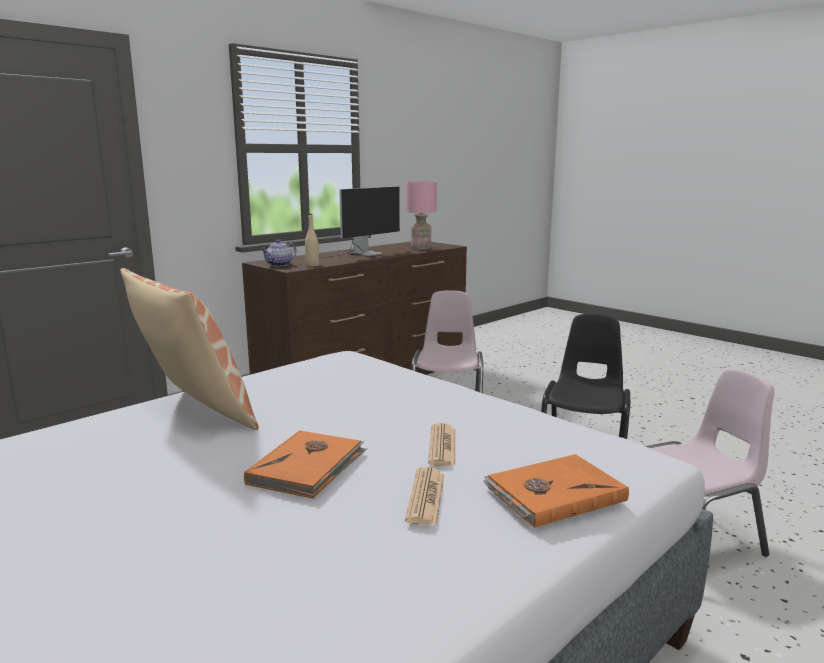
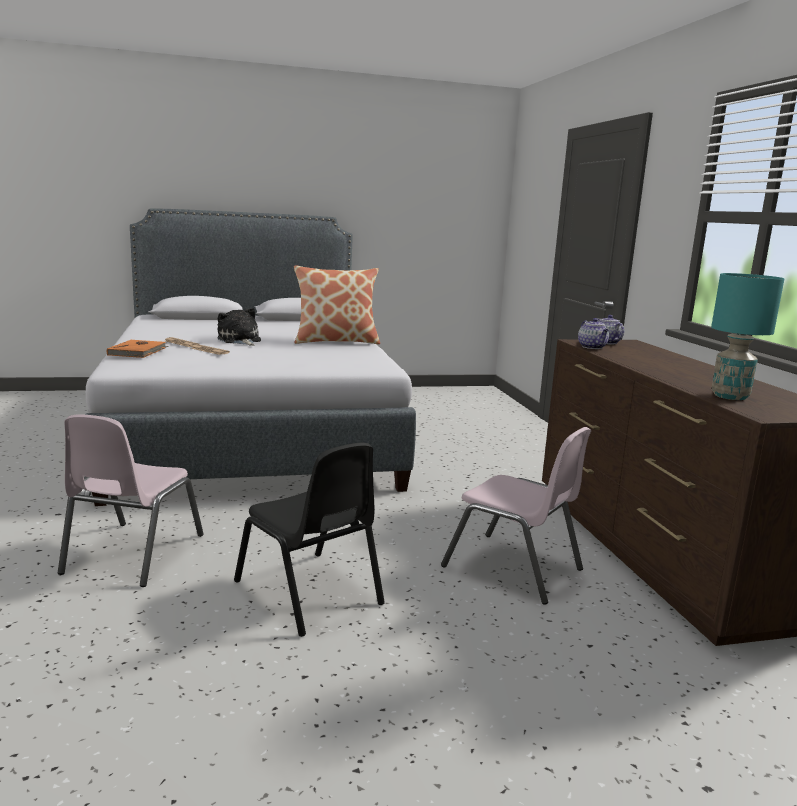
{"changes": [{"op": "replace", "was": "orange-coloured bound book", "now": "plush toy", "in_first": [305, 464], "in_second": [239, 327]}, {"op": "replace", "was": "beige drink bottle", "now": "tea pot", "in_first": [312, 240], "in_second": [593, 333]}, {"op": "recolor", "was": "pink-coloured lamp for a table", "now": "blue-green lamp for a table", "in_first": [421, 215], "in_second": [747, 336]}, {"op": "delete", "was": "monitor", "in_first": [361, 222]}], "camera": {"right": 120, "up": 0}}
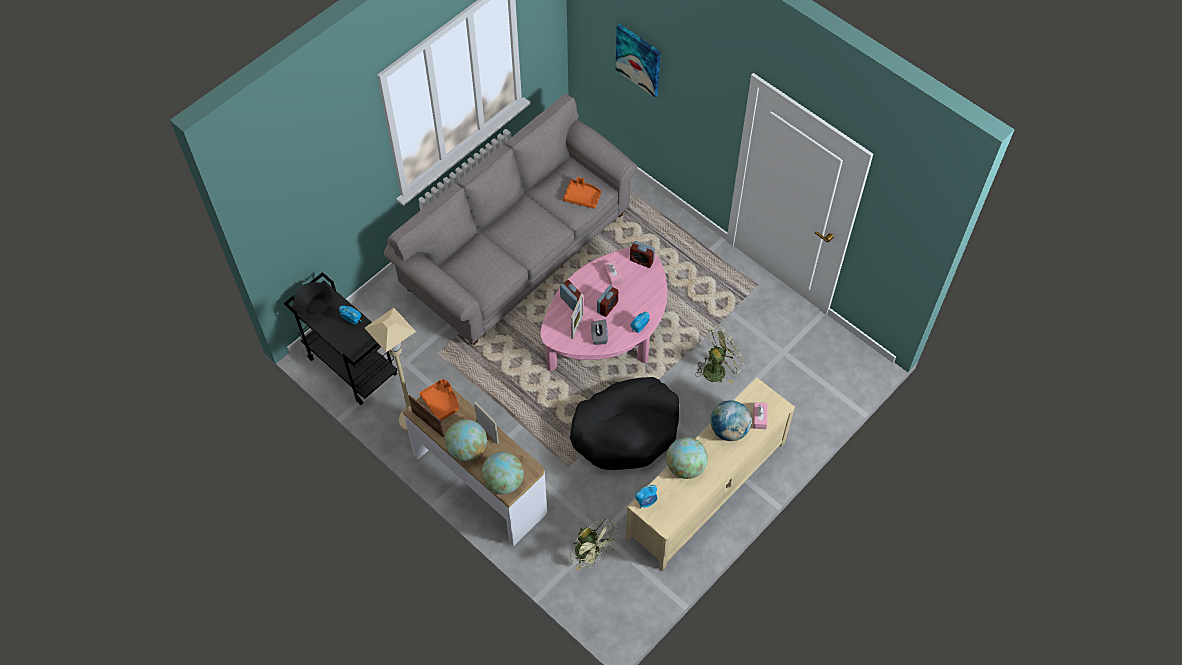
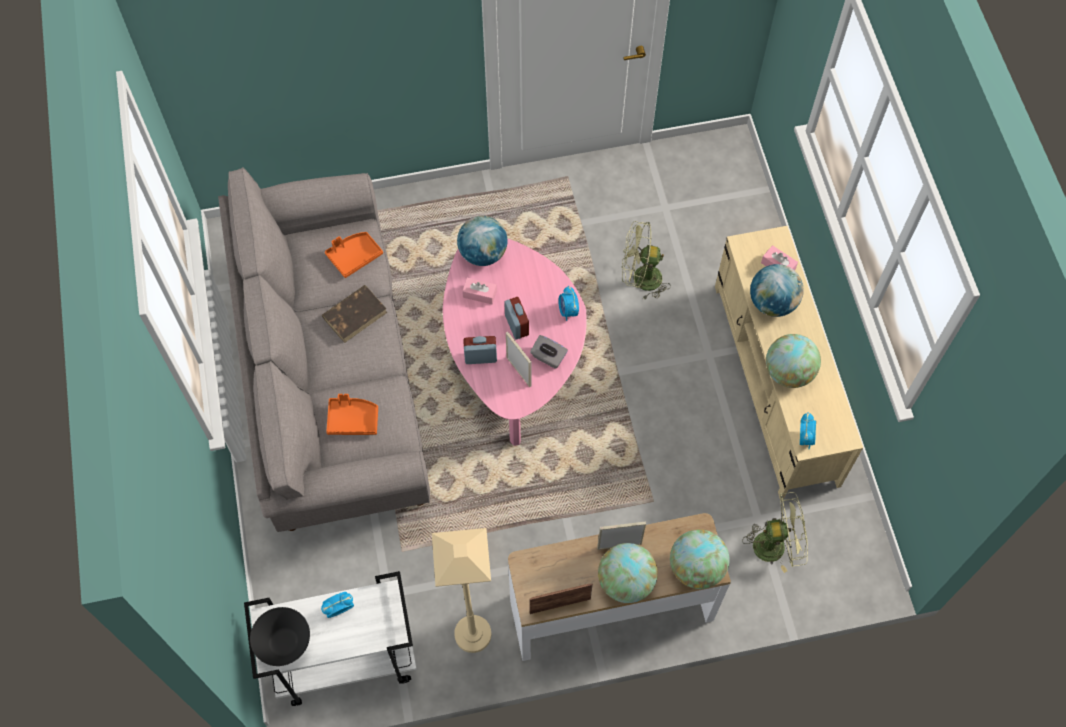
{"changes": [{"op": "recolor", "was": "black-coloured wheeled cart", "now": "whitish wheeled cart", "in_first": [341, 338], "in_second": [330, 638]}, {"op": "insert", "now": "brown-coloured bound book", "in_second": [354, 314]}, {"op": "move", "was": "orange-coloured tray", "in_first": [439, 400], "in_second": [352, 414]}, {"op": "replace", "was": "table clock", "now": "desk globe", "in_first": [642, 254], "in_second": [482, 241]}, {"op": "rotate", "was": "green fan", "in_first": [720, 355], "in_second": [646, 260], "clockwise": -90}, {"op": "delete", "was": "black-coloured dog bed", "in_first": [624, 423]}, {"op": "delete", "was": "wall art", "in_first": [638, 60]}], "camera": {"right": -55, "up": 5}}
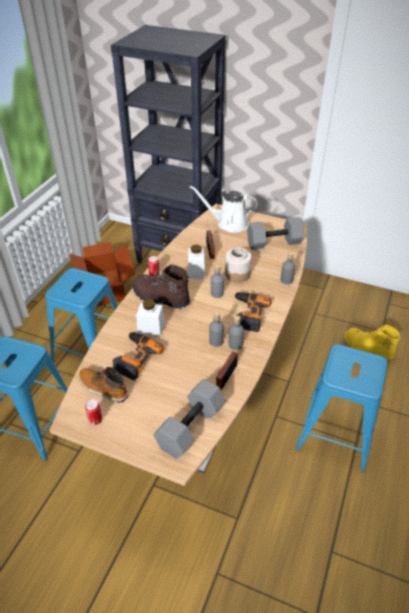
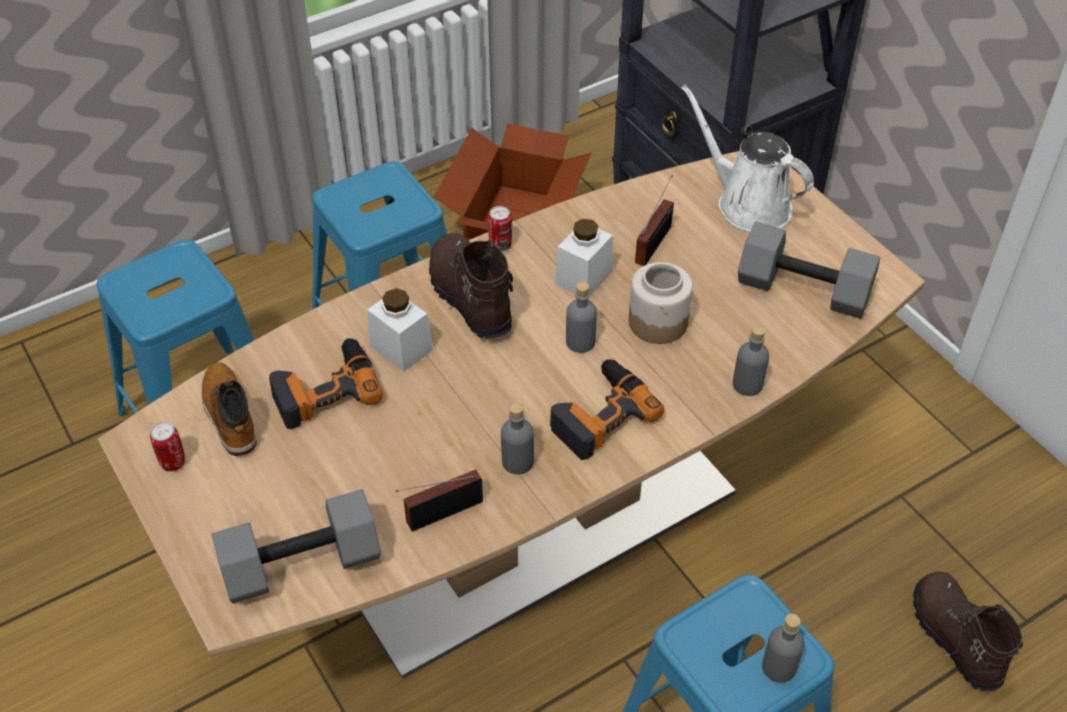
{"changes": [{"op": "move", "was": "greyish drink bottle", "in_first": [216, 329], "in_second": [783, 648]}, {"op": "recolor", "was": "yellow-coloured high-top boot", "now": "brown-coloured high-top boot", "in_first": [372, 342], "in_second": [968, 632]}], "camera": {"right": 35, "up": 5}}
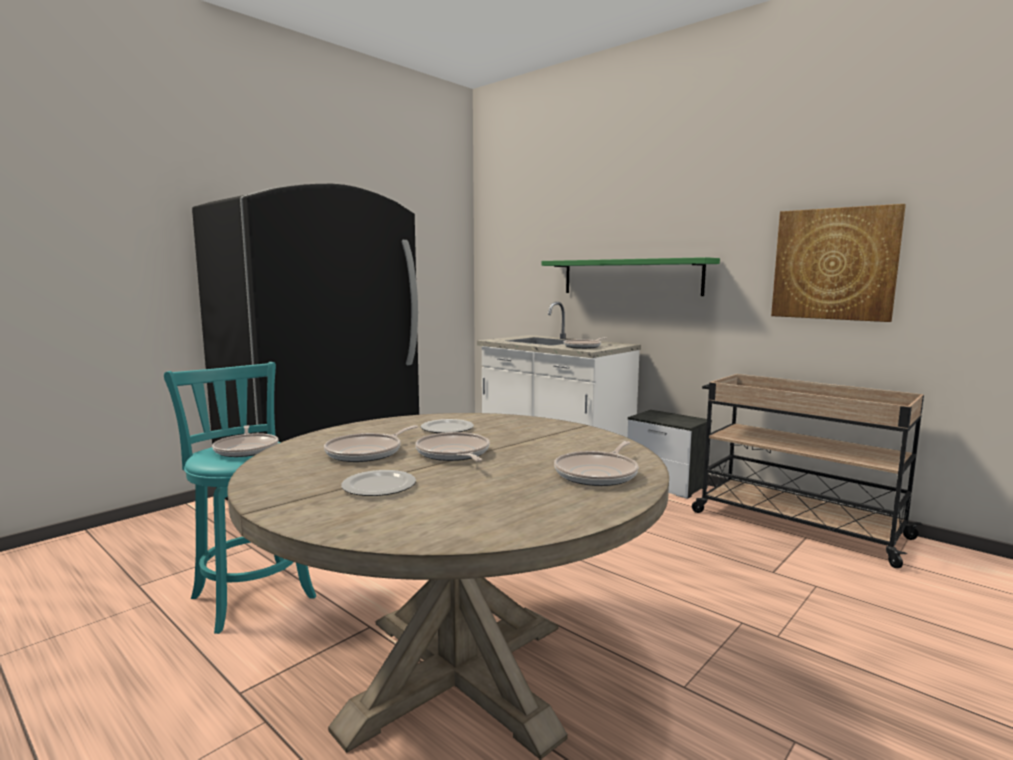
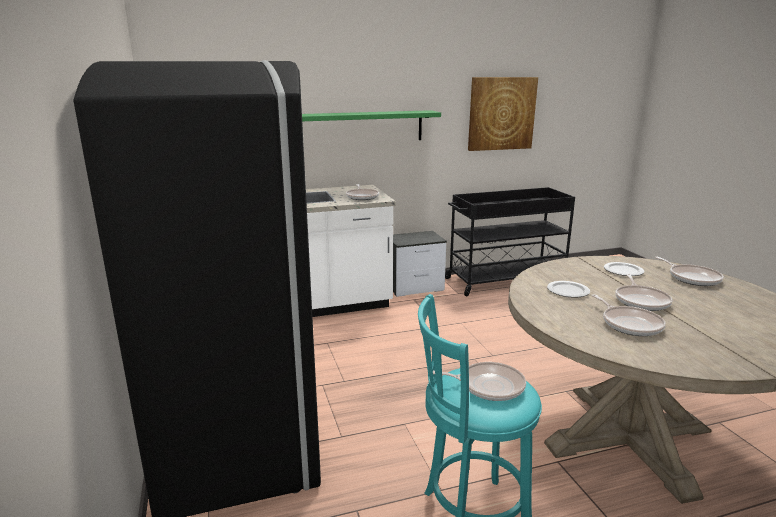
{"changes": [{"op": "recolor", "was": "beige wheeled cart", "now": "black-coloured wheeled cart", "in_first": [808, 471], "in_second": [510, 241]}, {"op": "move", "was": "flat dish", "in_first": [378, 483], "in_second": [624, 269]}, {"op": "rotate", "was": "pan", "in_first": [452, 447], "in_second": [644, 292], "clockwise": -90}], "camera": {"right": -60, "up": 10}}
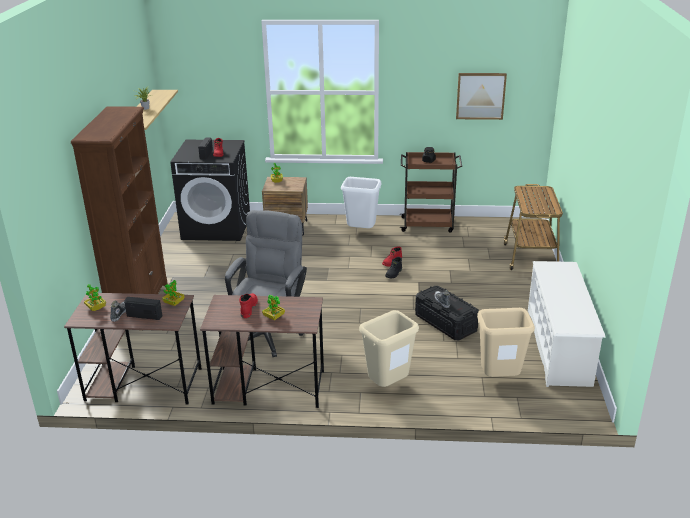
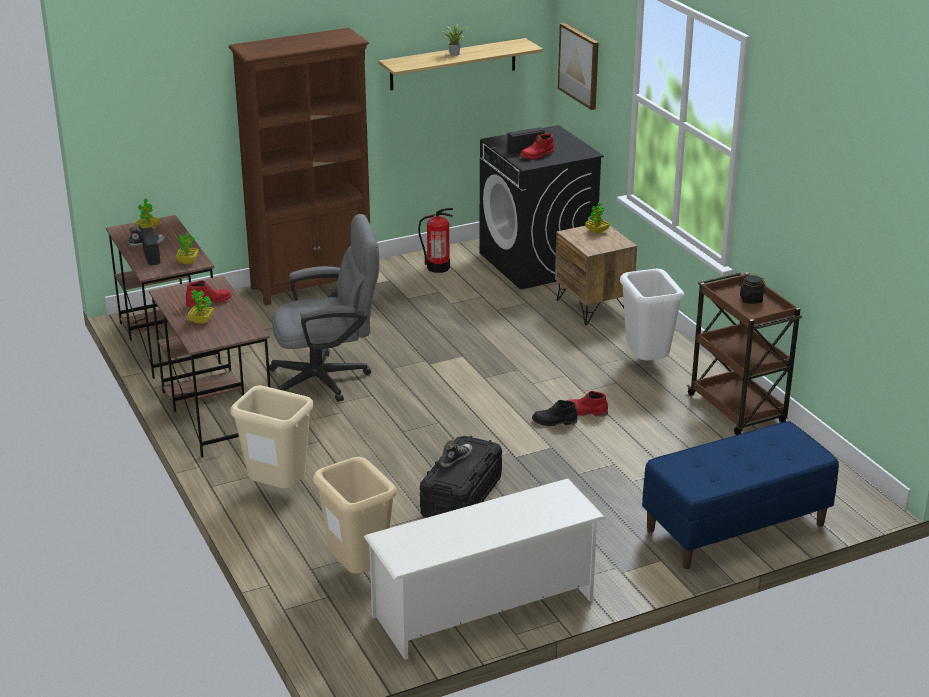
{"changes": [{"op": "insert", "now": "fire extinguisher", "in_second": [435, 240]}, {"op": "move", "was": "wall art", "in_first": [481, 96], "in_second": [578, 66]}, {"op": "replace", "was": "wheeled cart", "now": "bluish long seat", "in_first": [533, 227], "in_second": [740, 495]}], "camera": {"right": 60, "up": 0}}
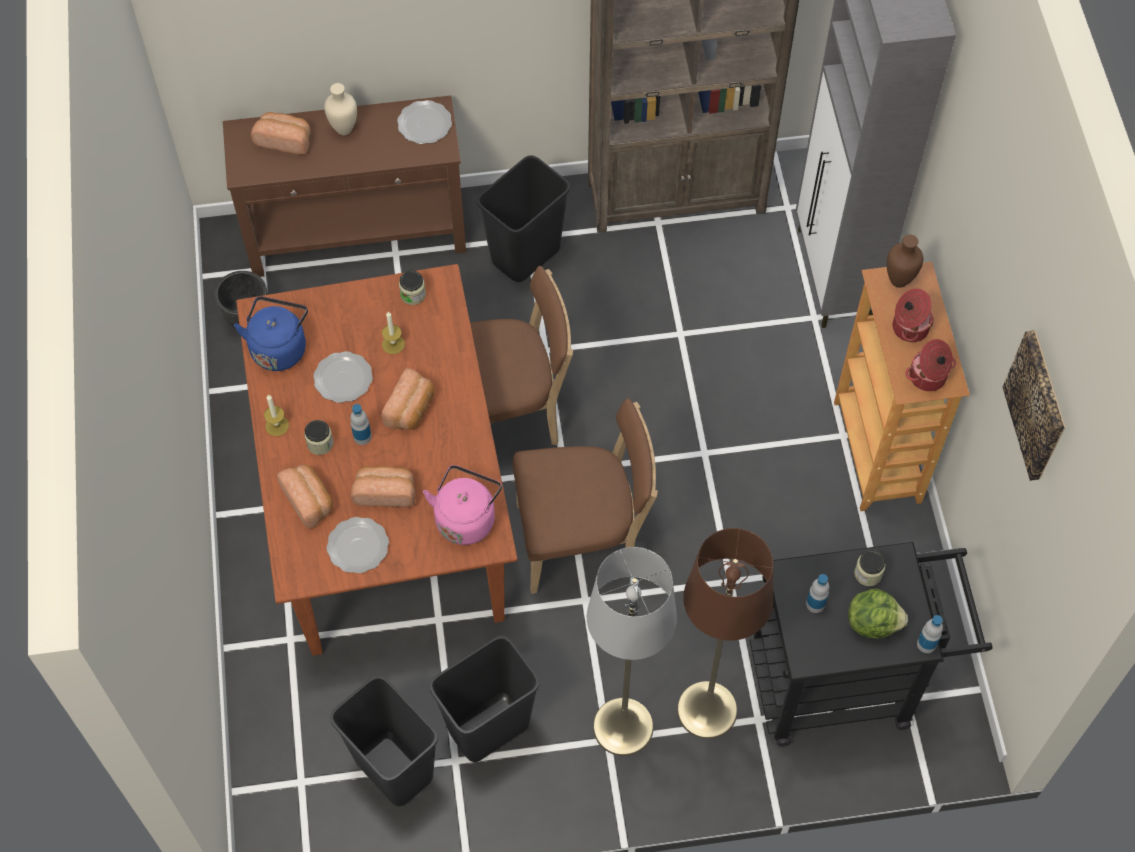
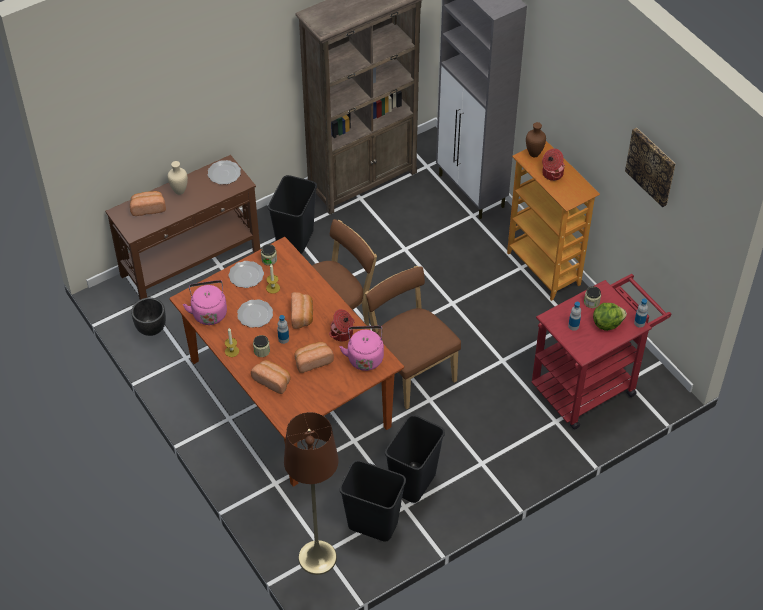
{"changes": [{"op": "recolor", "was": "bluish kettle", "now": "pink-coloured kettle", "in_first": [271, 334], "in_second": [205, 302]}, {"op": "move", "was": "flat dish", "in_first": [357, 545], "in_second": [246, 274]}, {"op": "move", "was": "brown-coloured standard lamp", "in_first": [725, 633], "in_second": [311, 493]}, {"op": "move", "was": "stockpot", "in_first": [931, 365], "in_second": [342, 325]}, {"op": "rotate", "was": "brown-coloured upright chair", "in_first": [585, 496], "in_second": [413, 337], "clockwise": -90}, {"op": "recolor", "was": "black-coloured wheeled cart", "now": "reddish wheeled cart", "in_first": [871, 644], "in_second": [601, 351]}, {"op": "delete", "was": "greyish standard lamp", "in_first": [632, 651]}], "camera": {"right": -25, "up": -10}}
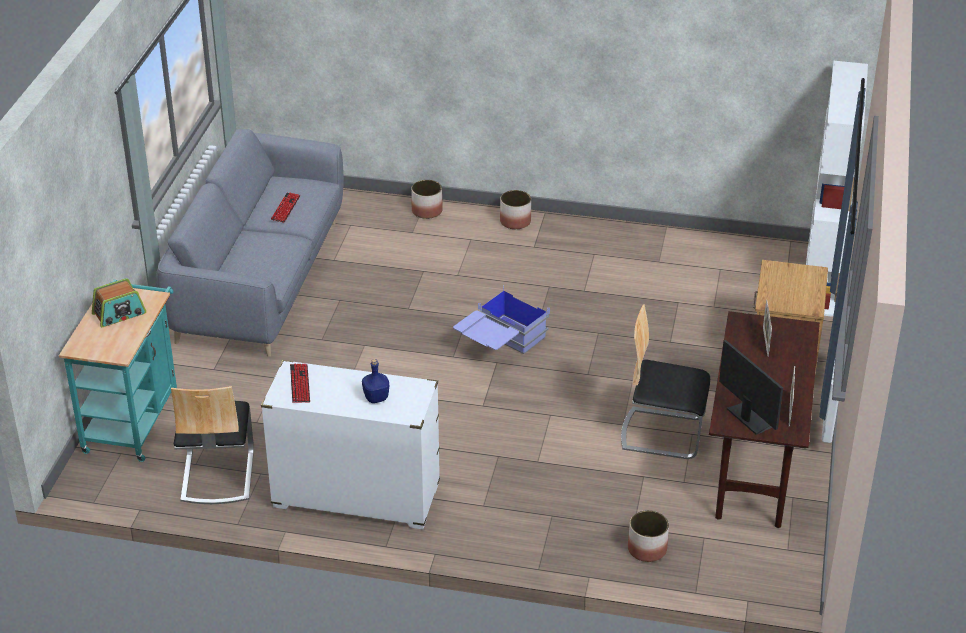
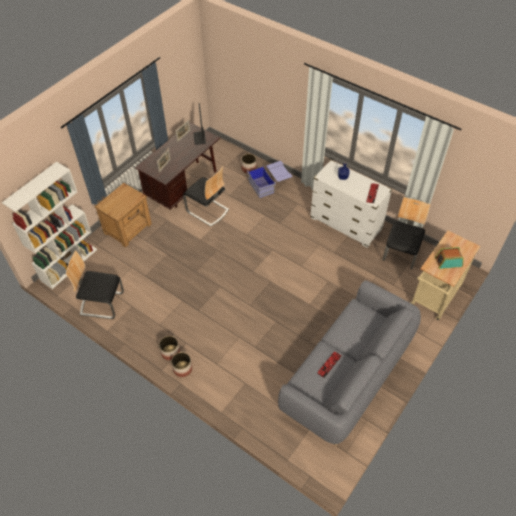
{"changes": [{"op": "insert", "now": "upright chair", "in_second": [95, 284]}, {"op": "move", "was": "plant pot", "in_first": [427, 199], "in_second": [169, 348]}, {"op": "move", "was": "bluish storage bin", "in_first": [501, 319], "in_second": [269, 179]}, {"op": "recolor", "was": "blue-green wheeled cart", "now": "beige wheeled cart", "in_first": [118, 371], "in_second": [445, 275]}], "camera": {"right": -155, "up": 15}}
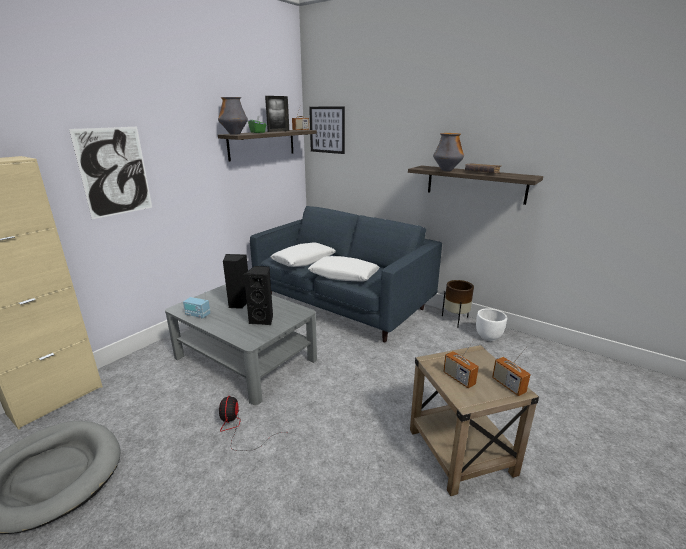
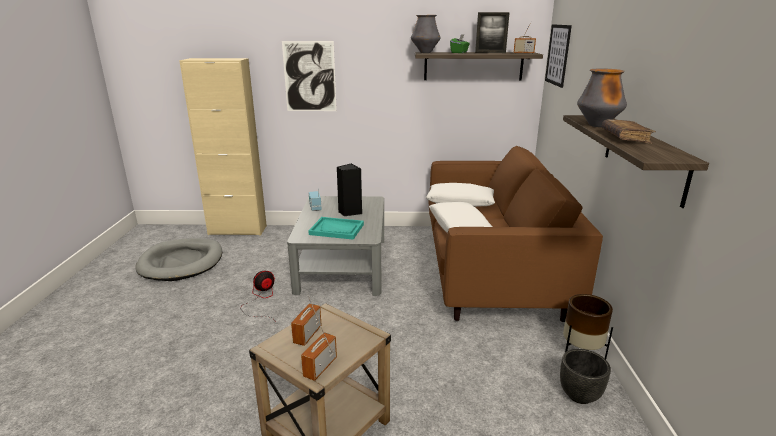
{"changes": [{"op": "replace", "was": "black-coloured speaker", "now": "blue-green tray", "in_first": [258, 295], "in_second": [336, 228]}, {"op": "recolor", "was": "bluish couch", "now": "brown-coloured couch", "in_first": [346, 274], "in_second": [515, 234]}, {"op": "recolor", "was": "whitish plant pot", "now": "black-coloured plant pot", "in_first": [491, 324], "in_second": [585, 376]}], "camera": {"right": 55, "up": 0}}
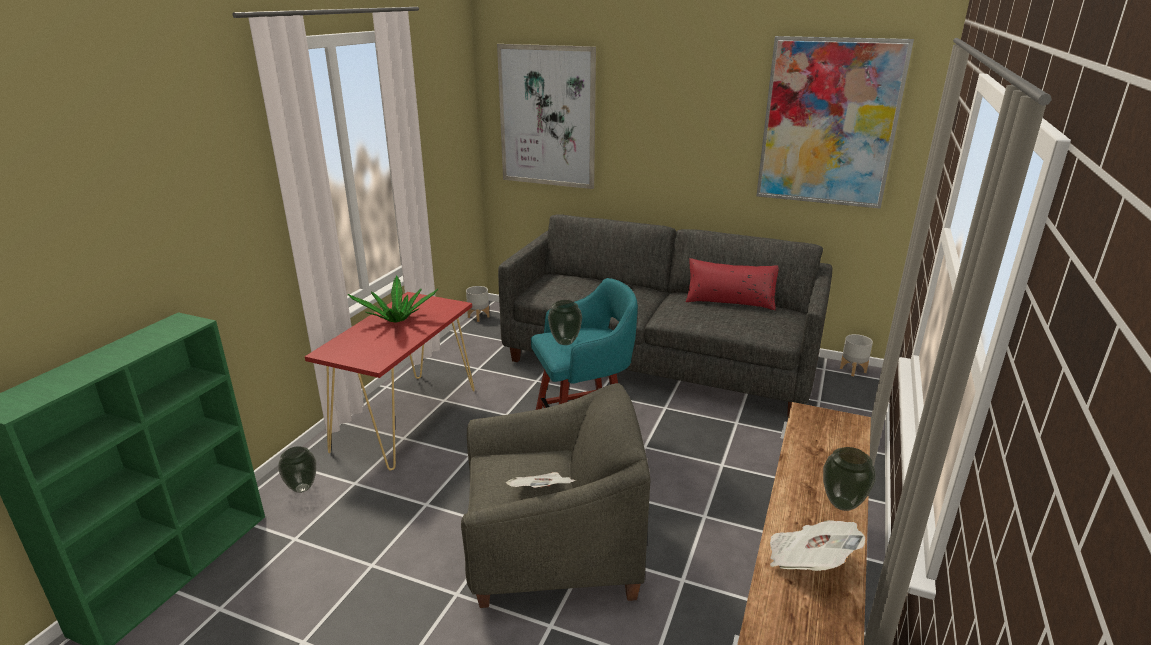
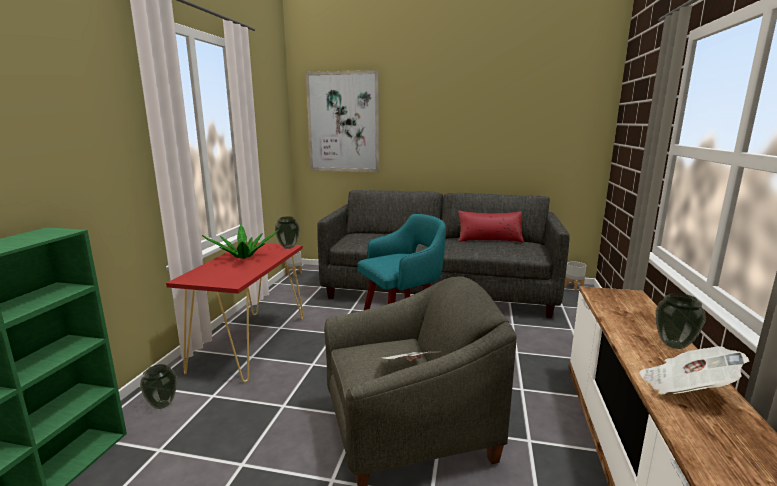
{"changes": [{"op": "move", "was": "flower vase", "in_first": [565, 322], "in_second": [287, 233]}, {"op": "delete", "was": "wall art", "in_first": [835, 122]}], "camera": {"right": -10, "up": -10}}
